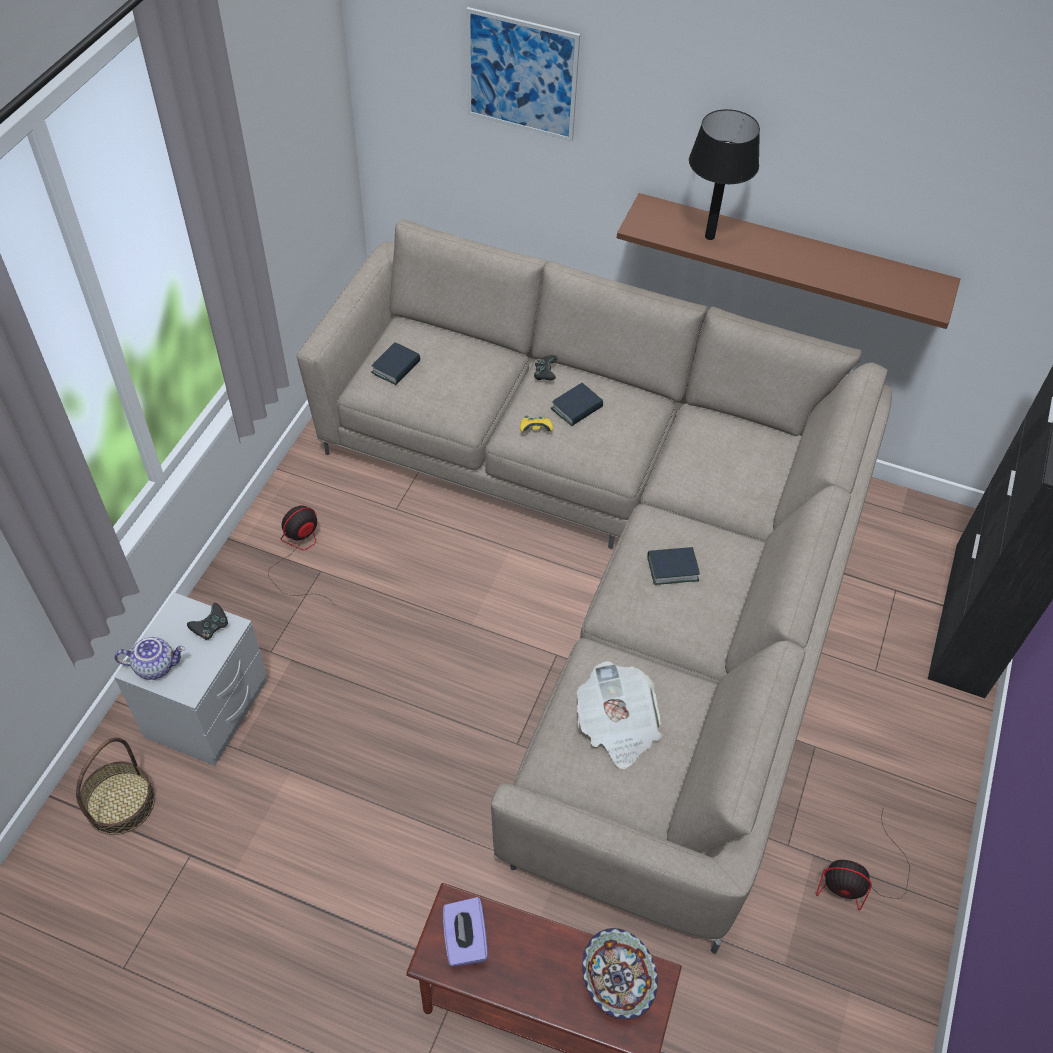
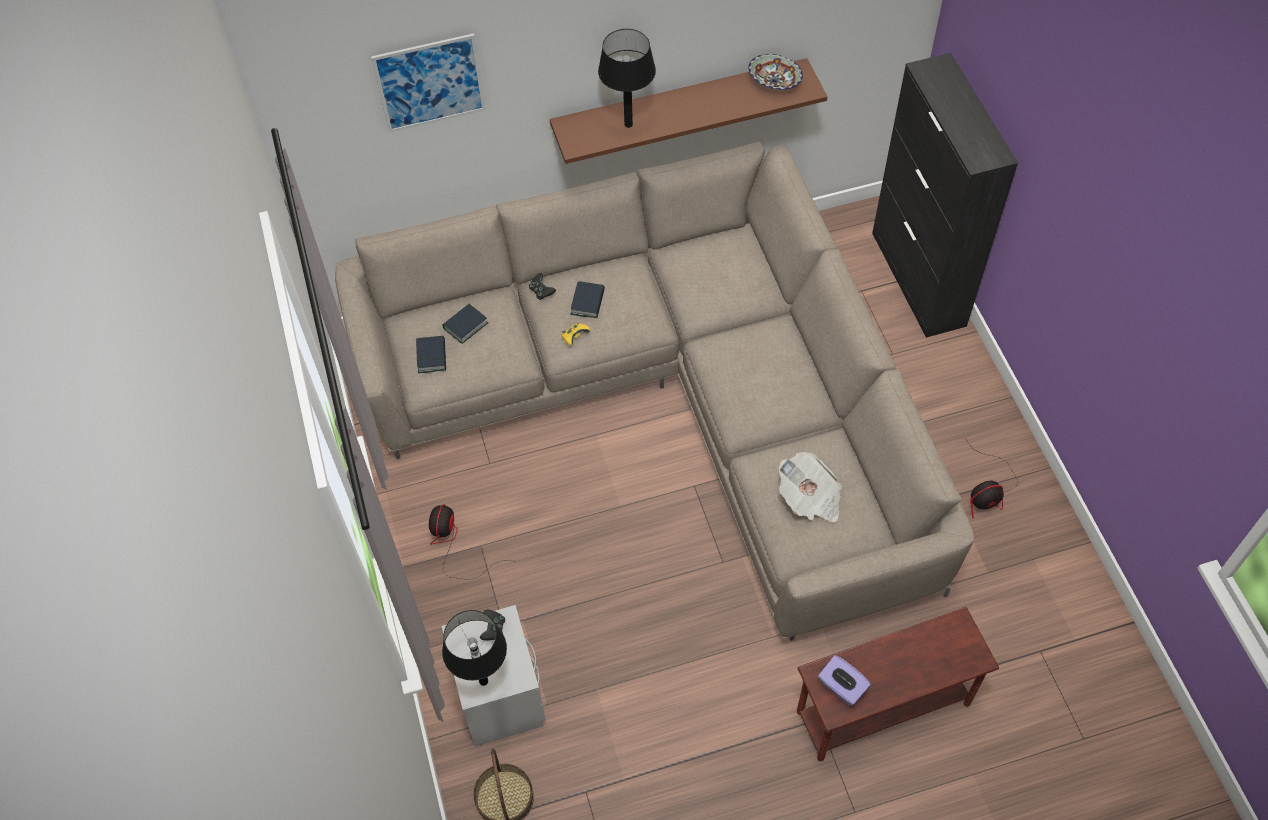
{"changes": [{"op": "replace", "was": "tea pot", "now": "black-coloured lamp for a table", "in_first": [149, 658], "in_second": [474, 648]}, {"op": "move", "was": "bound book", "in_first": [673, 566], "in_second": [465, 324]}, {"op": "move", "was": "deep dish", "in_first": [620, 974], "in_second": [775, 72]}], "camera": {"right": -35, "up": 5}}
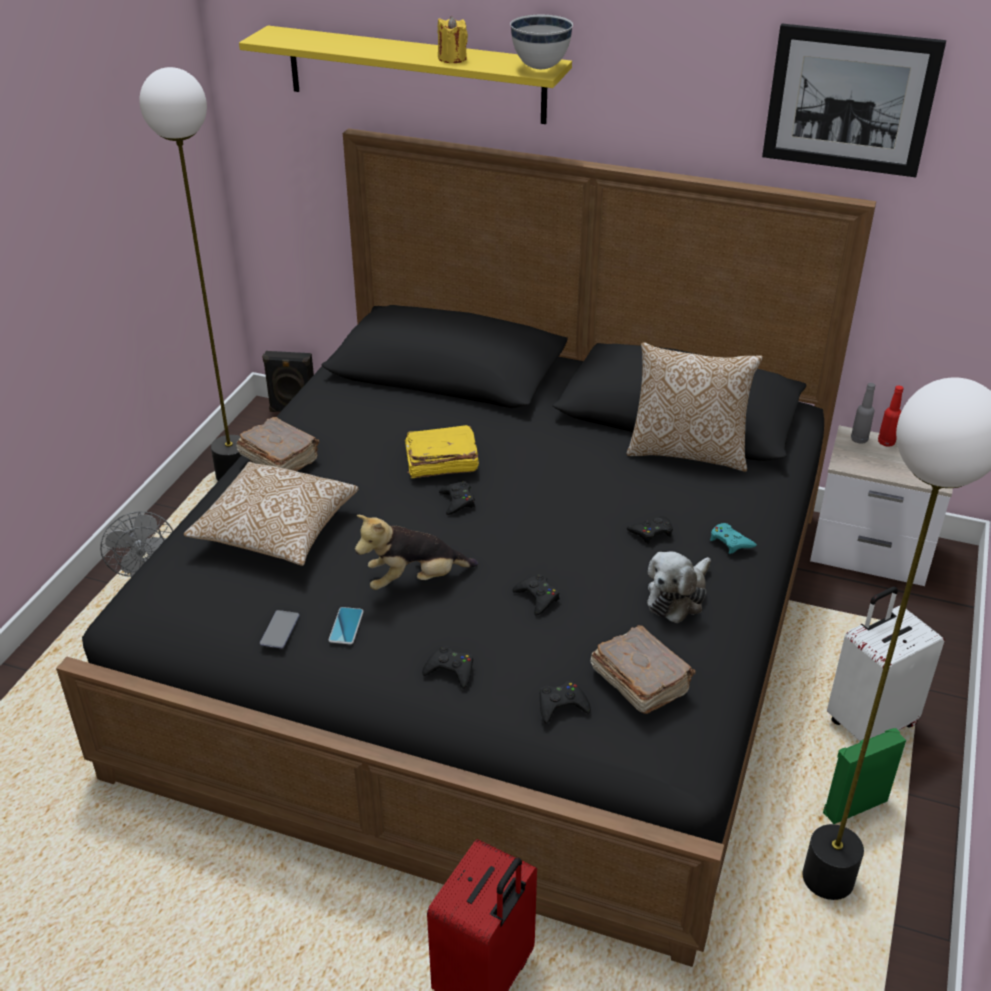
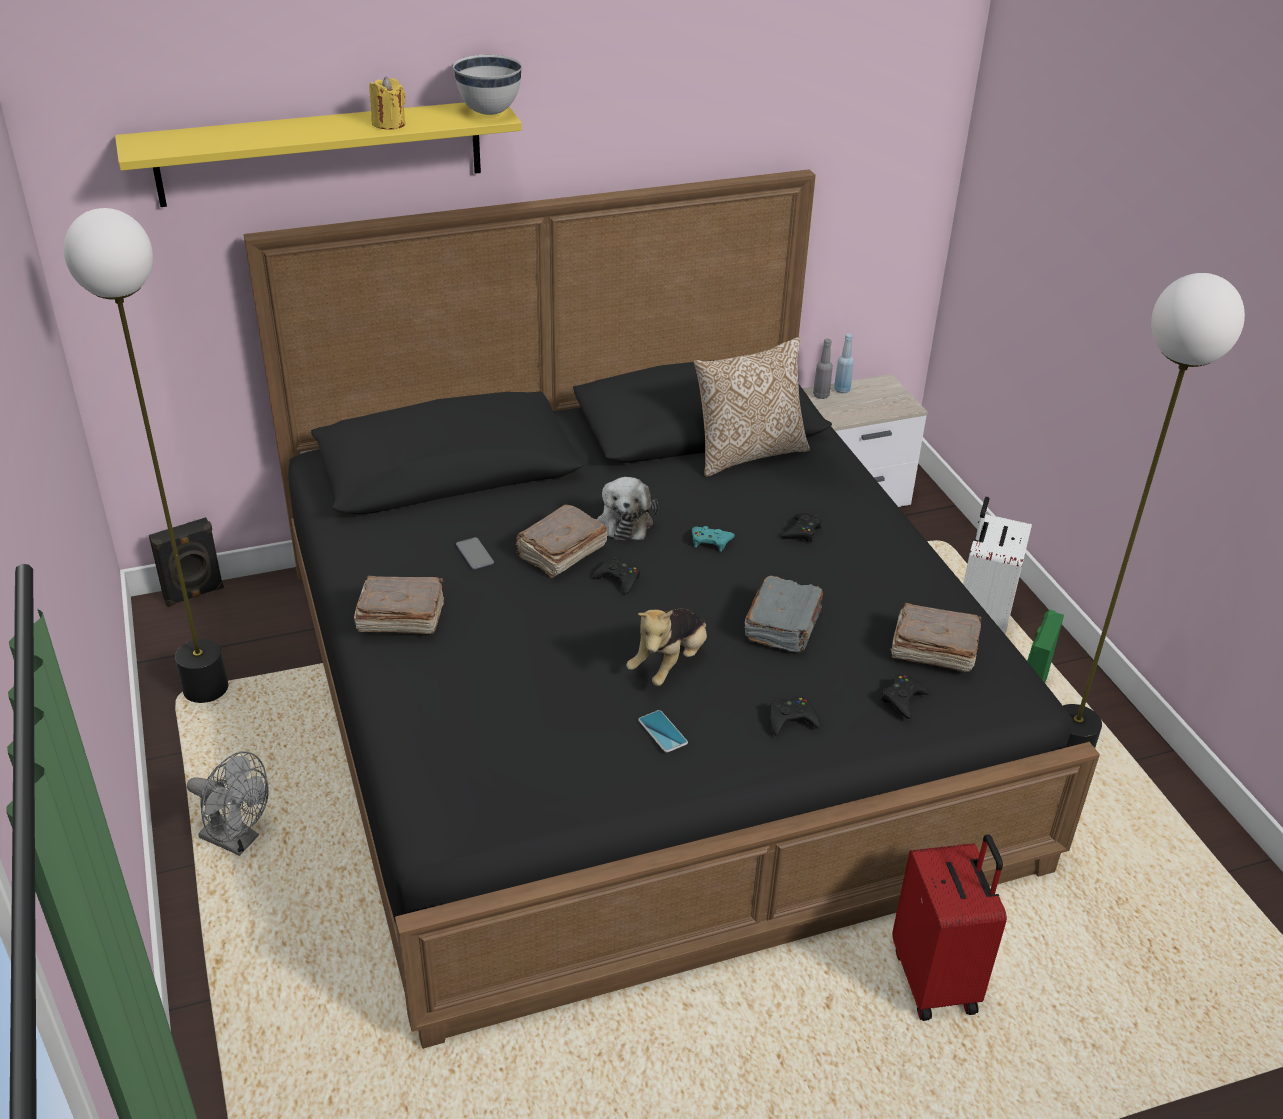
{"changes": [{"op": "move", "was": "telephone", "in_first": [279, 629], "in_second": [475, 553]}, {"op": "recolor", "was": "yellow-coloured bound book", "now": "brown-coloured bound book", "in_first": [441, 451], "in_second": [561, 541]}, {"op": "move", "was": "plush toy", "in_first": [679, 587], "in_second": [627, 508]}, {"op": "move", "was": "blue-green game controller", "in_first": [733, 538], "in_second": [713, 539]}, {"op": "replace", "was": "black-coloured game controller", "now": "greyish bound book", "in_first": [536, 595], "in_second": [784, 614]}, {"op": "recolor", "was": "reddish drink bottle", "now": "bluish drink bottle", "in_first": [891, 416], "in_second": [844, 363]}, {"op": "delete", "was": "pillow", "in_first": [271, 514]}, {"op": "delete", "was": "wall art", "in_first": [854, 100]}], "camera": {"right": -40, "up": 0}}
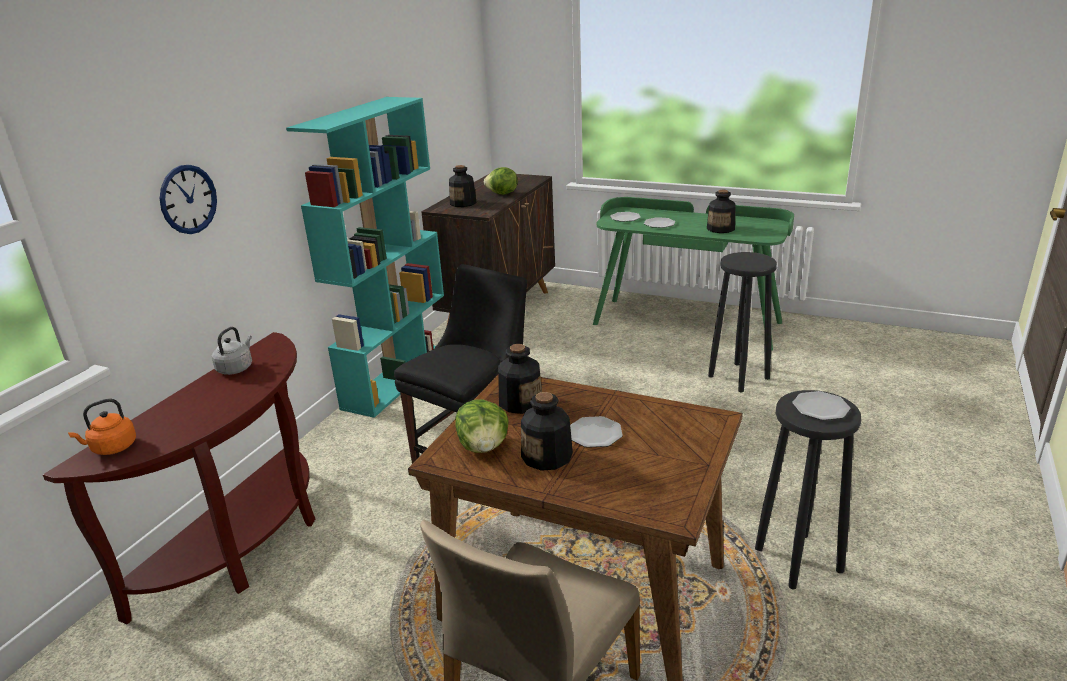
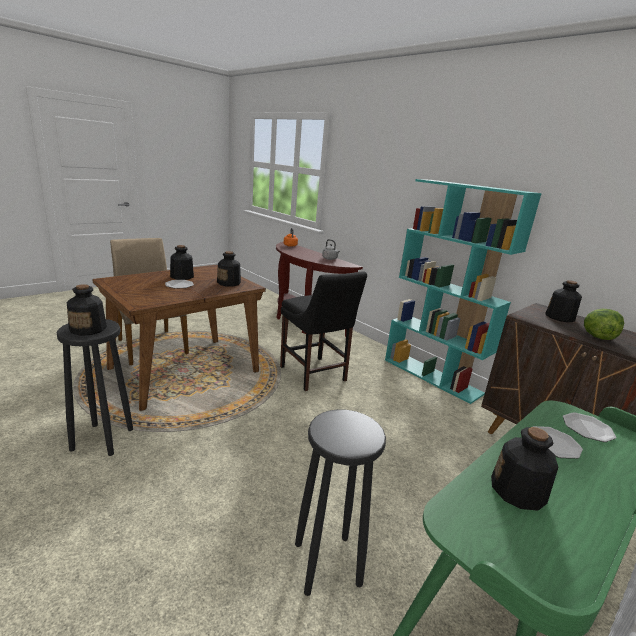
{"changes": [{"op": "replace", "was": "flat dish", "now": "drink bottle", "in_first": [821, 405], "in_second": [87, 310]}, {"op": "delete", "was": "clock on the wall", "in_first": [188, 199]}, {"op": "delete", "was": "lettuce head", "in_first": [482, 426]}], "camera": {"right": 110, "up": -5}}
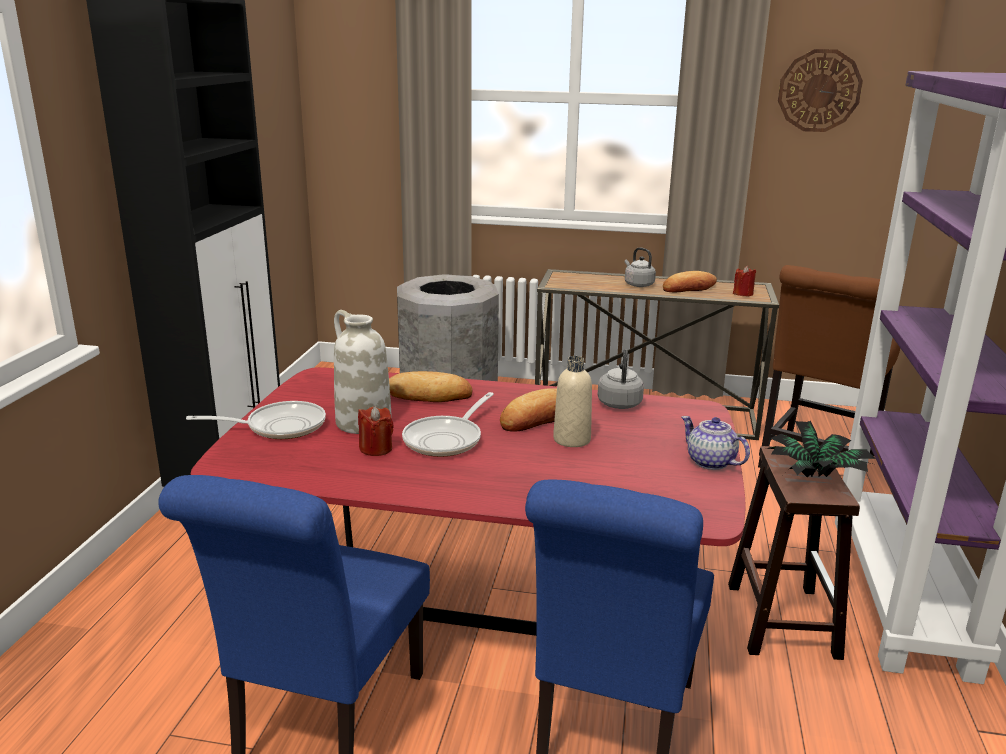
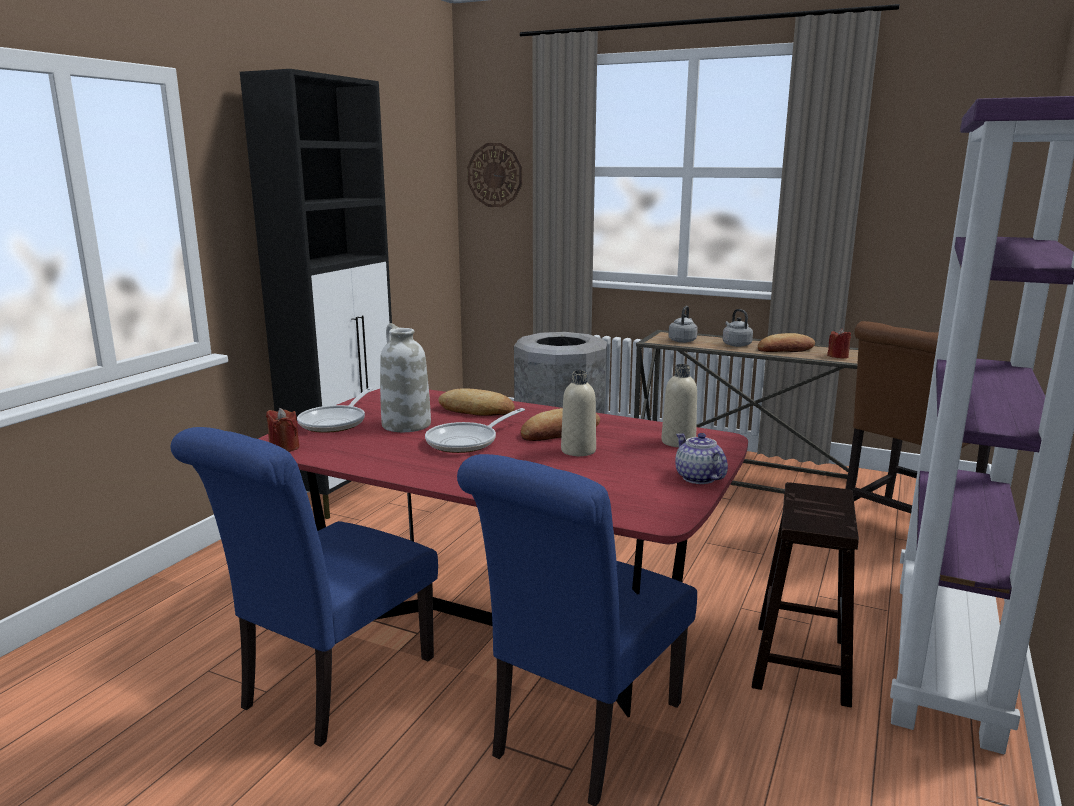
{"changes": [{"op": "move", "was": "reddish wax light", "in_first": [376, 431], "in_second": [282, 430]}, {"op": "rotate", "was": "pan", "in_first": [256, 420], "in_second": [335, 410], "clockwise": 105}, {"op": "move", "was": "clock on the wall", "in_first": [820, 90], "in_second": [494, 175]}, {"op": "insert", "now": "beige drink bottle", "in_second": [679, 405]}, {"op": "move", "was": "greyish kettle", "in_first": [620, 379], "in_second": [683, 324]}, {"op": "delete", "was": "houseplant", "in_first": [821, 449]}], "camera": {"right": 15, "up": -5}}
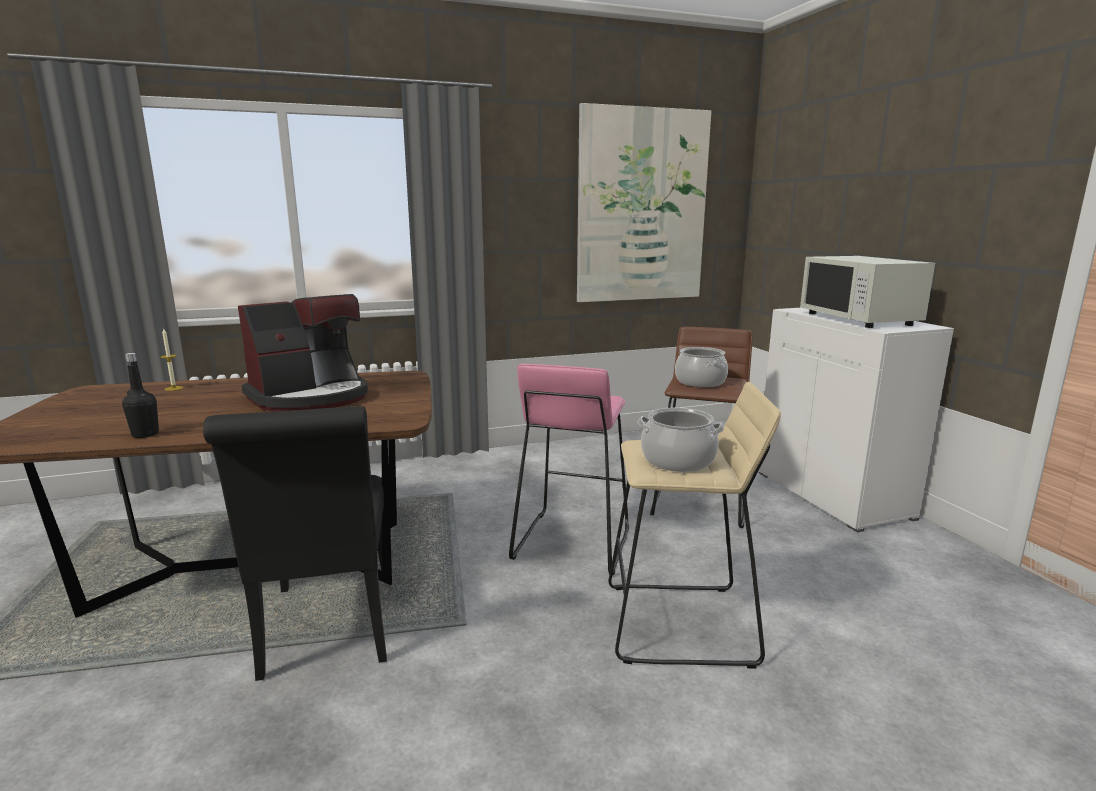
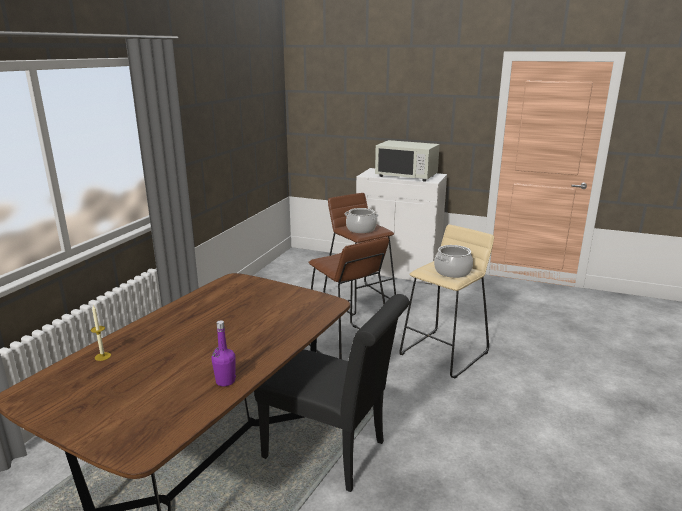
{"changes": [{"op": "recolor", "was": "black-coloured drink bottle", "now": "purple-coloured drink bottle", "in_first": [140, 395], "in_second": [223, 353]}, {"op": "recolor", "was": "pink-coloured stool", "now": "brown-coloured stool", "in_first": [569, 469], "in_second": [348, 298]}, {"op": "delete", "was": "coffee machine", "in_first": [303, 353]}, {"op": "delete", "was": "wall art", "in_first": [644, 202]}], "camera": {"right": -50, "up": 5}}
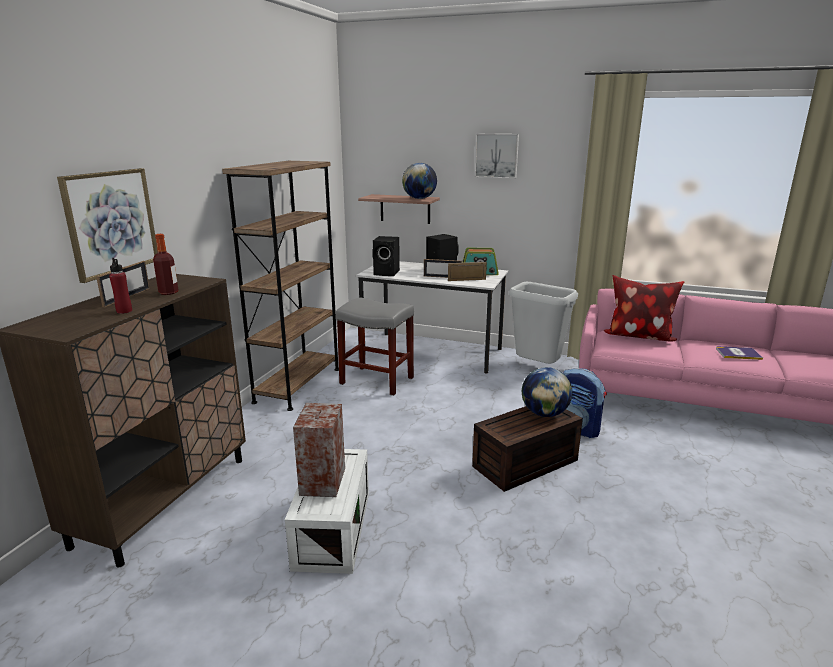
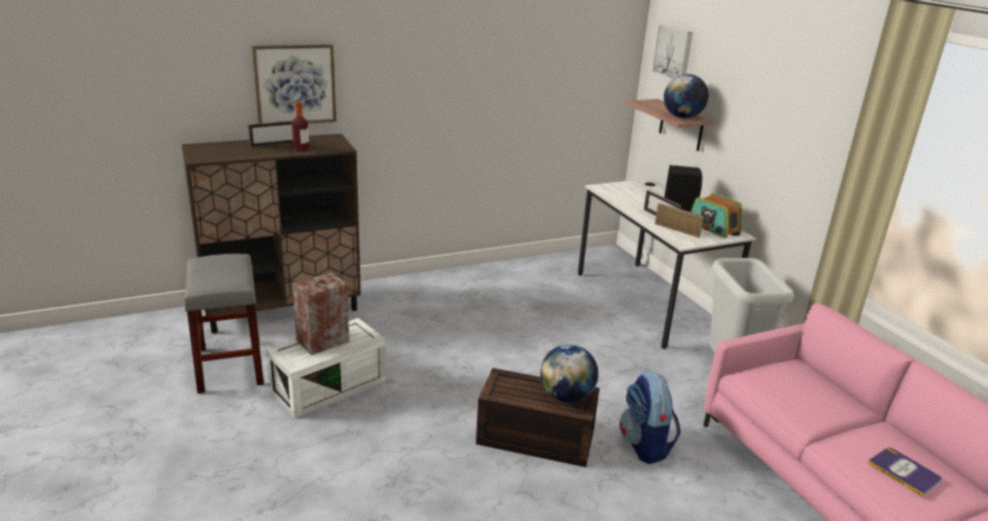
{"changes": [{"op": "move", "was": "greyish stool", "in_first": [375, 347], "in_second": [224, 324]}, {"op": "move", "was": "wall art", "in_first": [497, 156], "in_second": [672, 51]}, {"op": "delete", "was": "reddish drink bottle", "in_first": [120, 286]}, {"op": "delete", "was": "brown-coloured shelving unit", "in_first": [280, 286]}, {"op": "delete", "was": "black-coloured speaker", "in_first": [386, 256]}, {"op": "delete", "was": "pillow", "in_first": [643, 308]}], "camera": {"right": 45, "up": 5}}
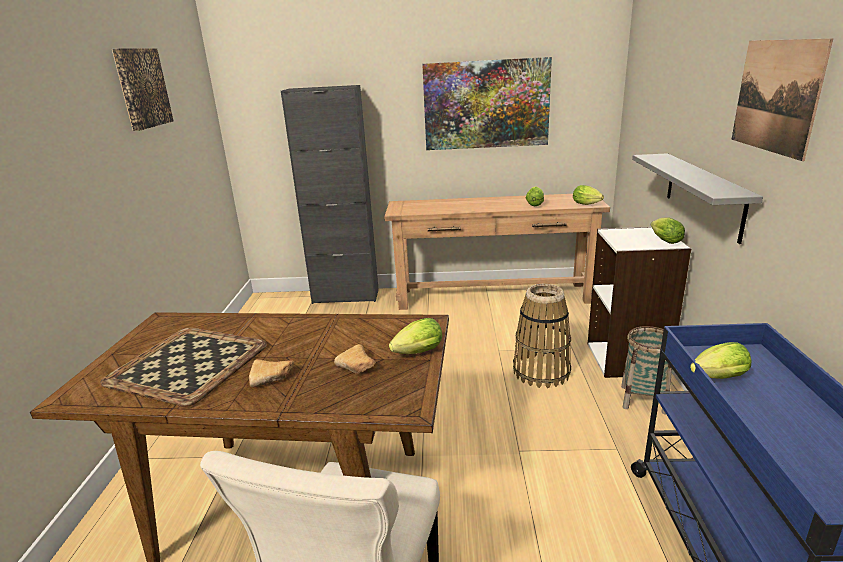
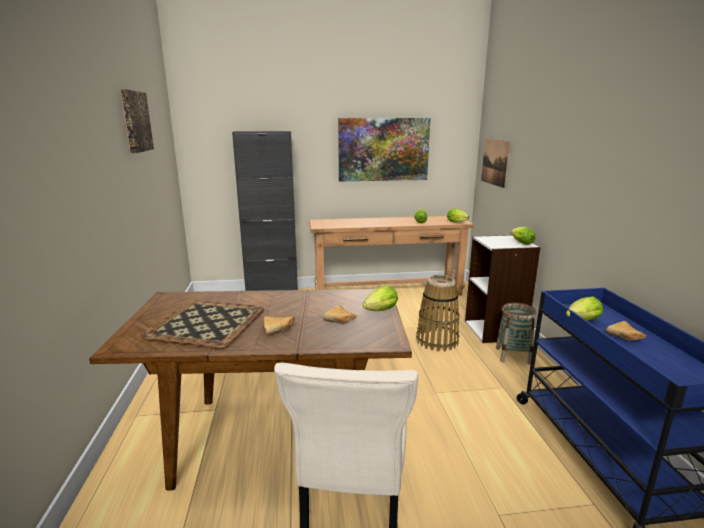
{"changes": [{"op": "move", "was": "wall art", "in_first": [782, 99], "in_second": [495, 163]}, {"op": "insert", "now": "bakery bread", "in_second": [626, 331]}, {"op": "delete", "was": "greyish wall shelf", "in_first": [697, 198]}], "camera": {"right": -10, "up": -5}}
